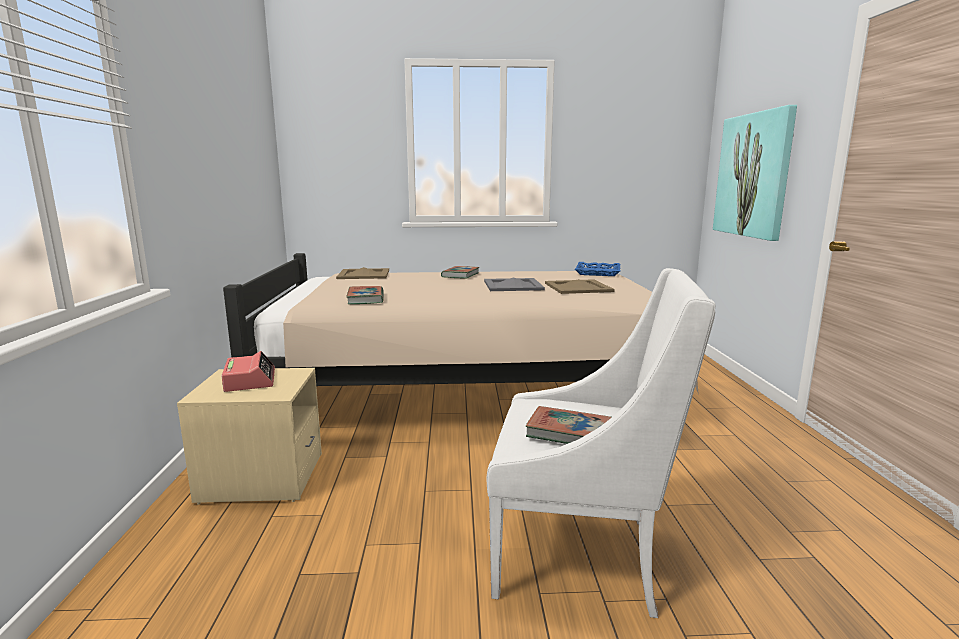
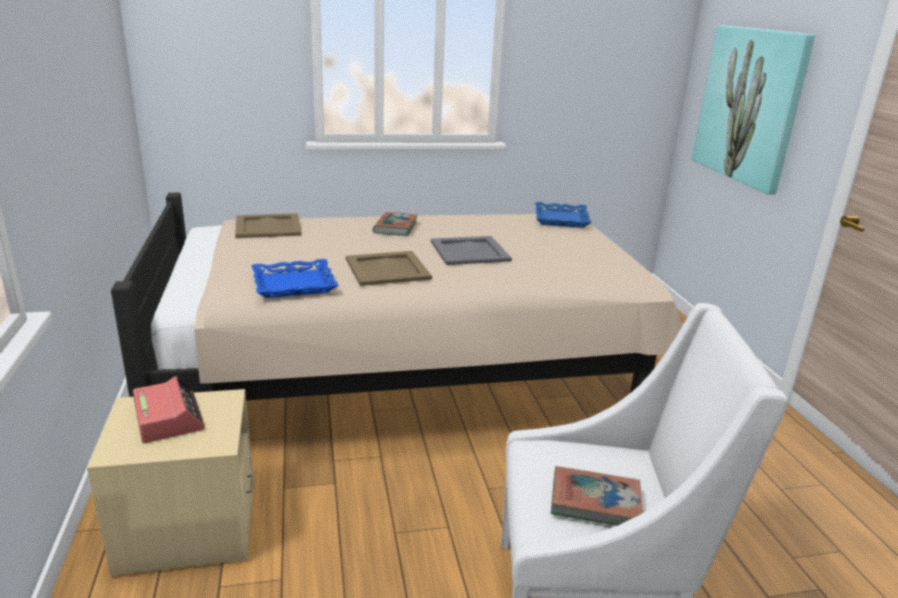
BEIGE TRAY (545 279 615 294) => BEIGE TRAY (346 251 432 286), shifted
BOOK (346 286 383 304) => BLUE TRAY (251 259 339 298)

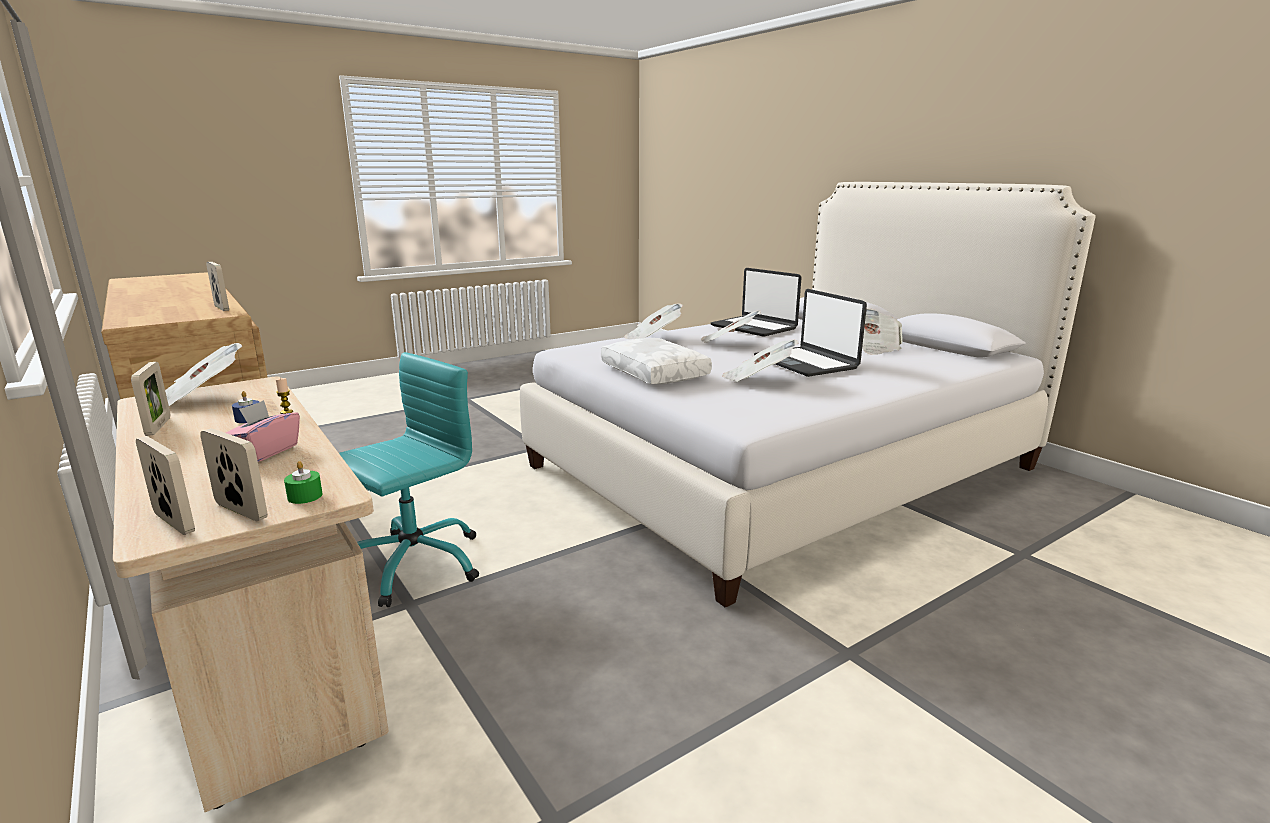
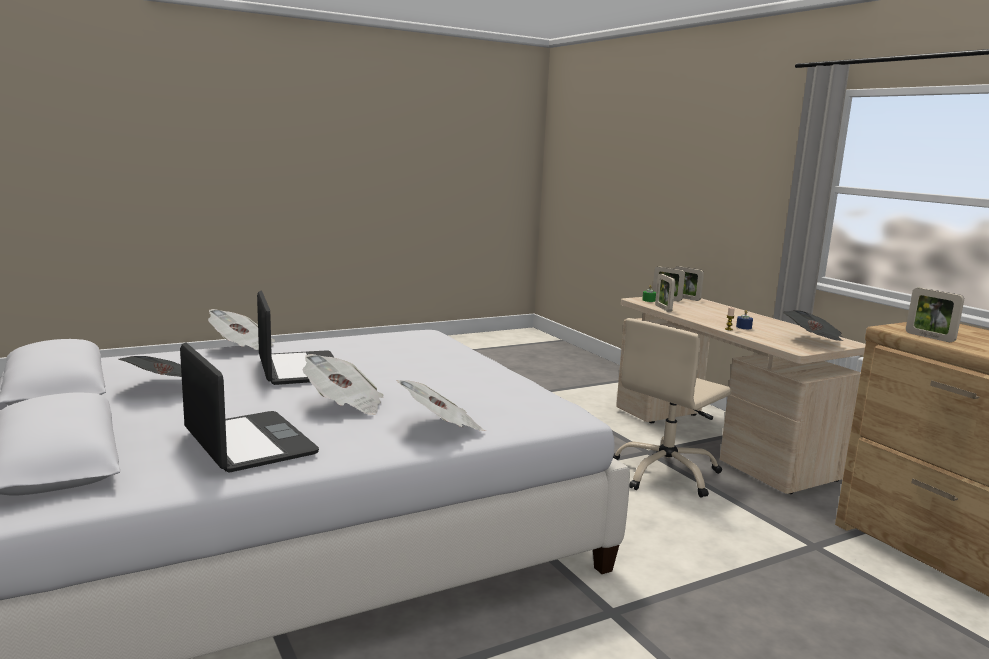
PINK TISSUE BOX (226 400 300 462) => nothing
WHITE PILLOW (601 338 712 384) => nothing
PICTURE FRAME (131 362 170 436) => PICTURE FRAME (655 274 675 312), shifted
NEWSPAPER (722 340 799 382) => NEWSPAPER (208 309 275 351), shifted
TURQUOISE OFFICE CHAIR (339 352 479 607) => BEIGE OFFICE CHAIR (613 318 732 498)

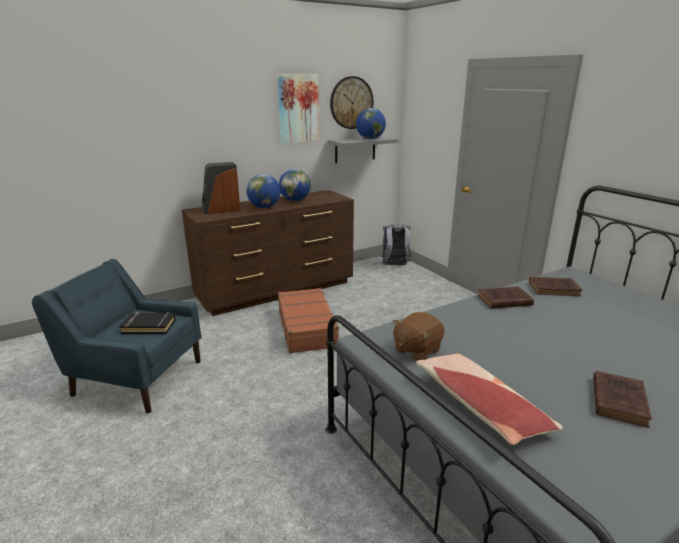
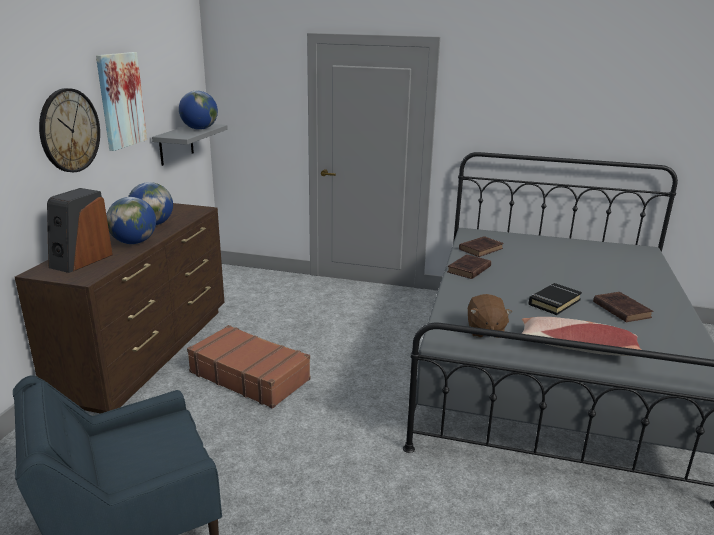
GREY BACKPACK (380 224 412 265) => nothing
BLACK BOOK (119 312 176 334) => BLACK BOOK (529 283 582 315), shifted
WALL CLOCK (330 76 374 129) => WALL CLOCK (39 88 100 172), shifted

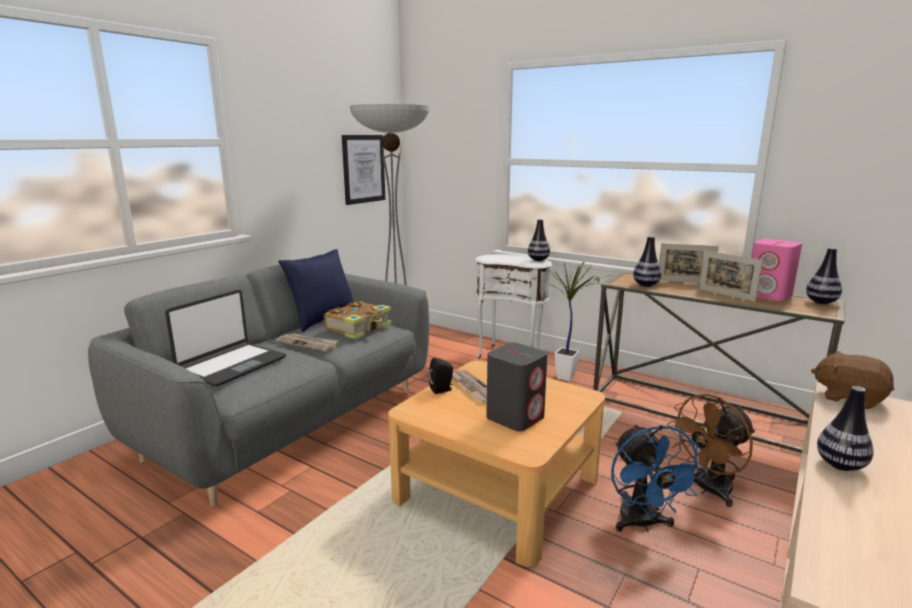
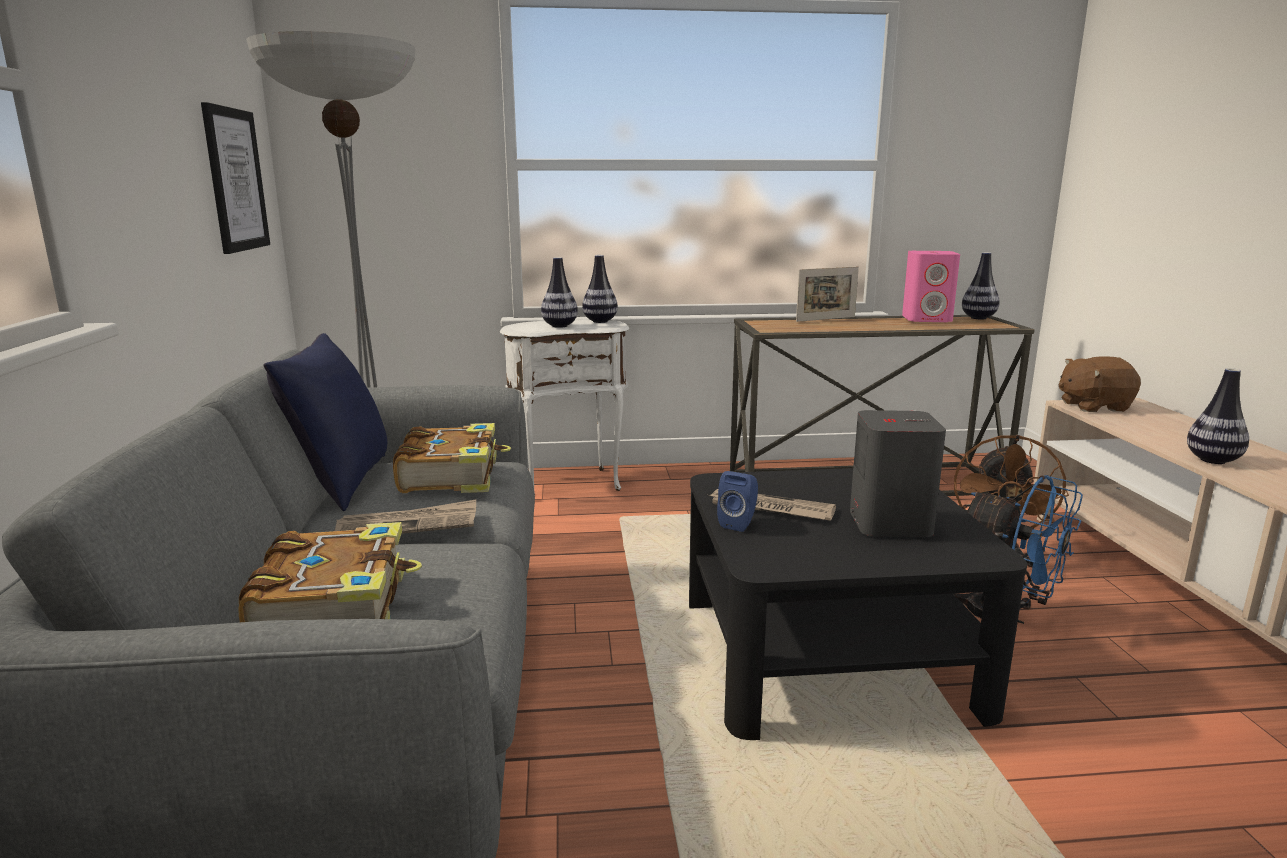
POTTED PLANT (532 261 611 381) => nothing
PICTURE FRAME (699 250 763 302) => nothing
VASE (633 236 661 287) => VASE (541 257 578 328), shifted
LAPTOP (165 290 286 386) => BOOK (238 522 422 622)
BEIGE COFFEE TABLE (388 361 605 567) => BLACK COFFEE TABLE (689 468 1027 740)
BLACK SPEAKER (429 358 453 394) => BLUE SPEAKER (717 471 758 532)

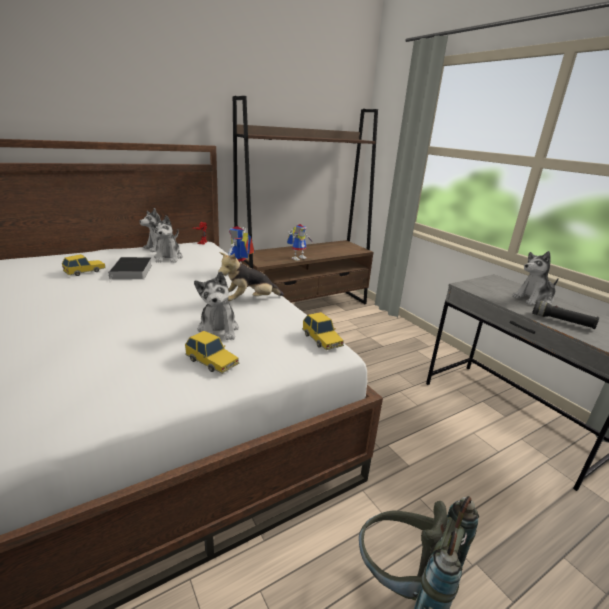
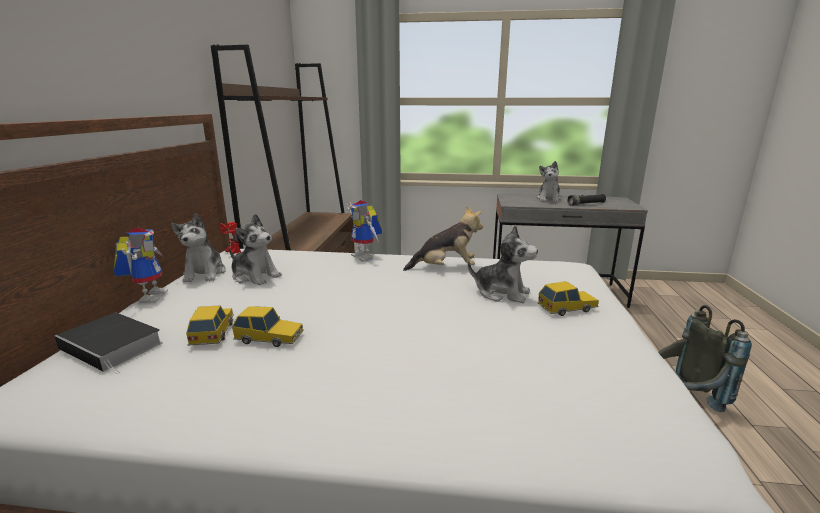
BOOK (108 257 152 283) => BOOK (54 313 163 374), shifted
TOY ROBOT (287 224 312 261) => TOY ROBOT (114 228 168 303), shifted
TOY CAR (302 312 344 350) => TOY CAR (232 306 304 347), shifted
PLUSH TOY (218 252 284 301) => PLUSH TOY (403 206 483 271), 105 degrees counterclockwise

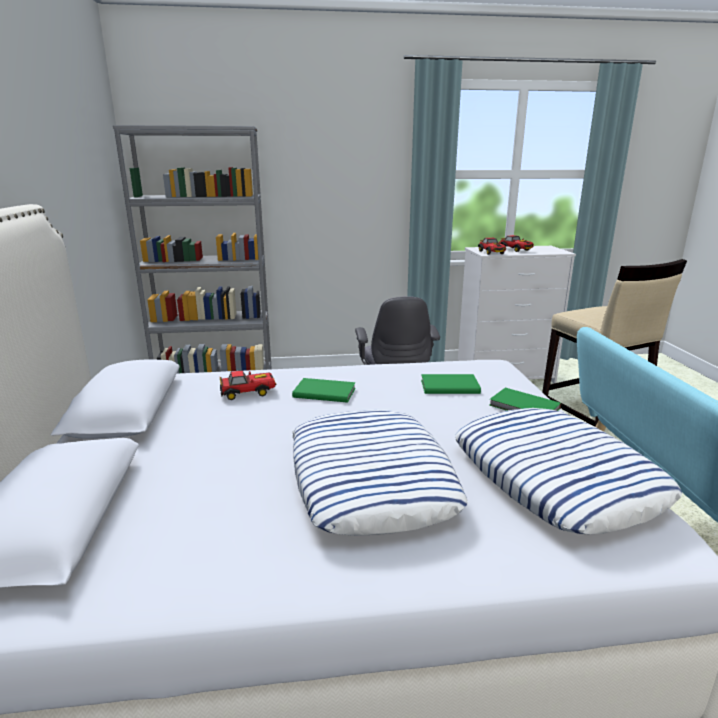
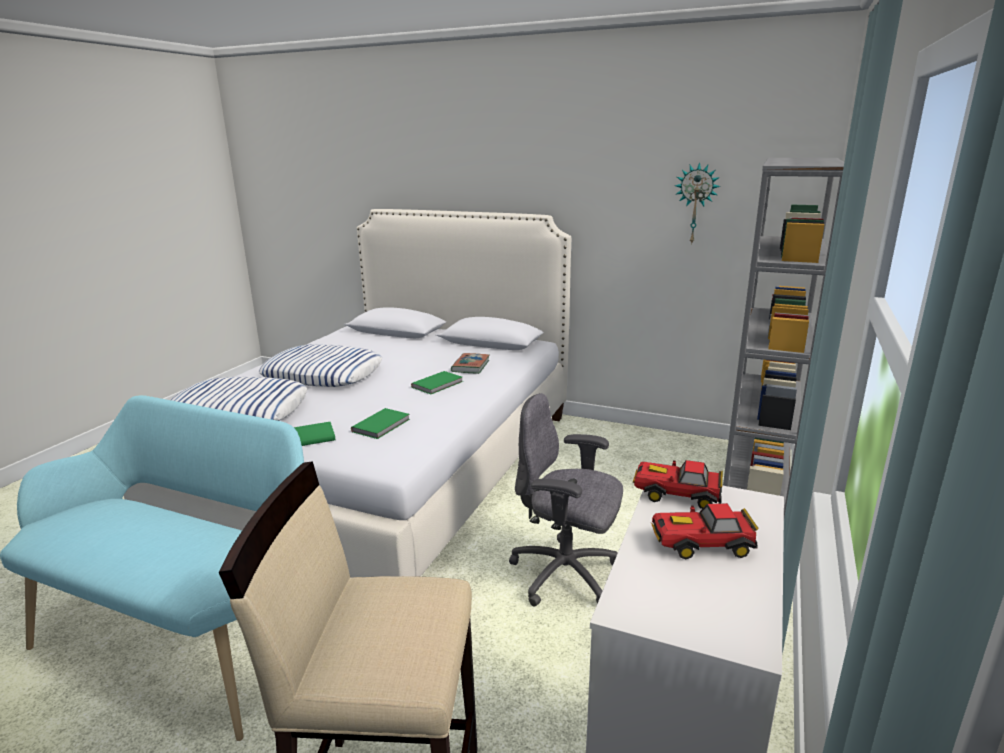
nothing => WALL CLOCK (675 162 720 245)
TOY CAR (220 370 276 400) => BOOK (451 353 490 374)

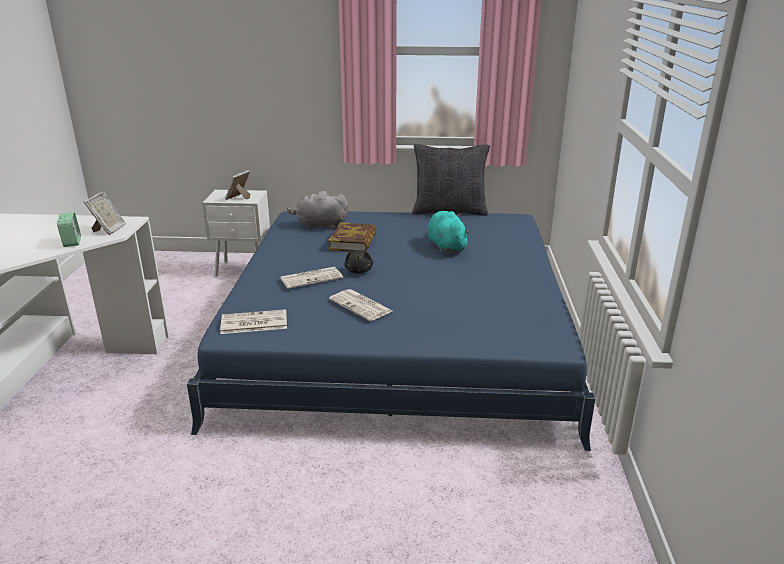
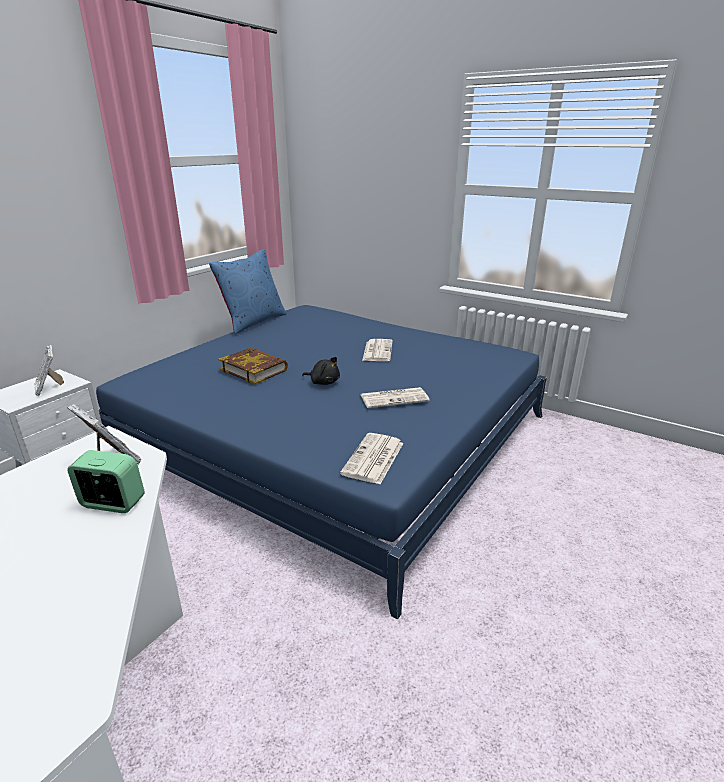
GREY PLUSH TOY (287 191 348 229) => nothing
TURQUOISE PLUSH TOY (428 211 470 253) => nothing
NEWSPAPER (280 267 343 289) => NEWSPAPER (362 339 393 361), shifted
BLACK PILLOW (412 144 490 216) => BLUE PILLOW (209 250 286 334)

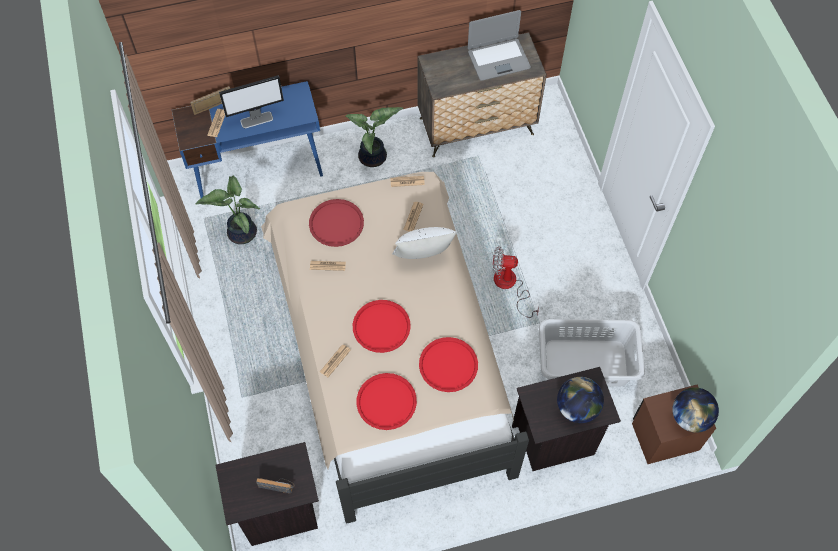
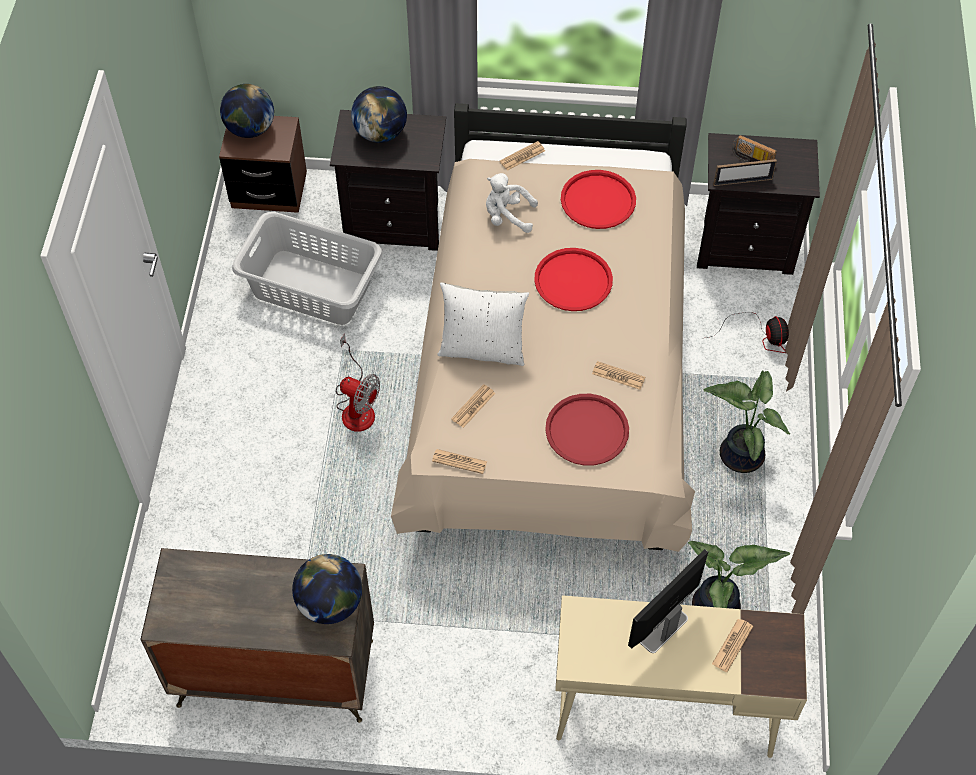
LAPTOP (468 10 531 81) => nothing
nothing => GLOBE (292 554 362 624)
nothing => FAN (706 312 789 353)
PICTURE FRAME (190 86 230 115) => PICTURE FRAME (713 159 777 186), shifted
NEWSPAPER (320 344 351 377) => NEWSPAPER (500 141 545 171), shifted
POTTED PLANT (346 107 403 167) => POTTED PLANT (704 370 790 473), shifted
RED TRAY (419 337 478 392) => WHITE PLUSH TOY (486 173 538 233)
BLUE DESK (172 81 323 198) => BEIGE DESK (555 595 807 758)
MONITOR (219 75 284 128) => MONITOR (628 549 708 653), 45 degrees counterclockwise

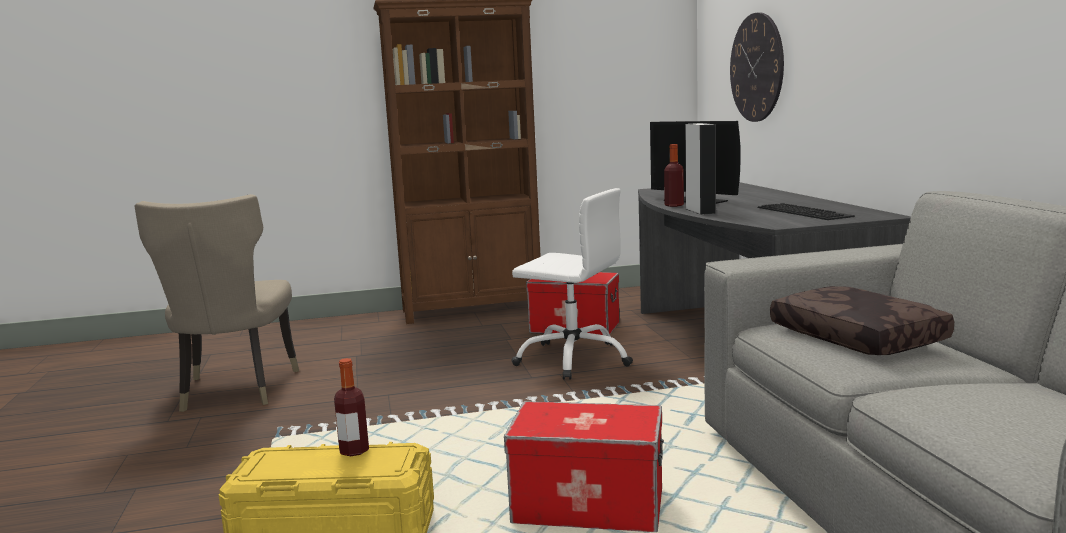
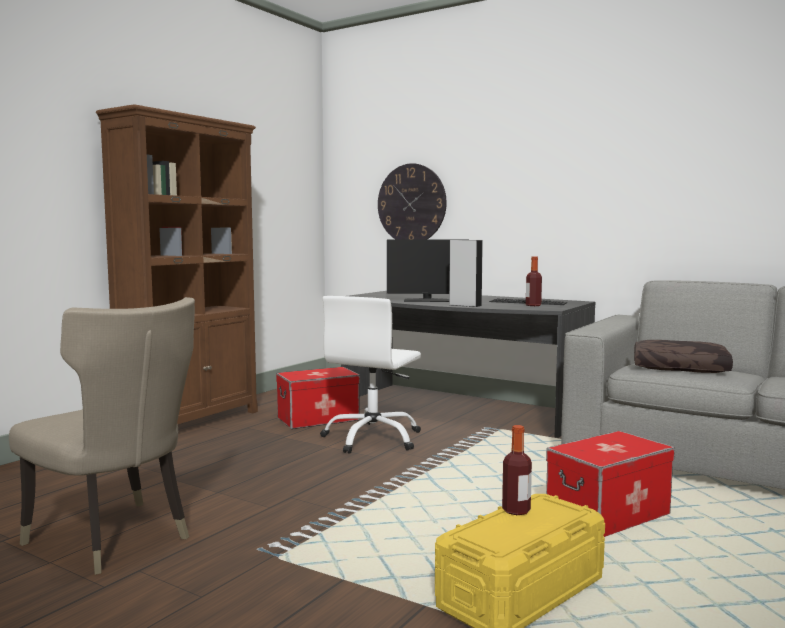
BOTTLE (664 144 684 207) => BOTTLE (526 257 542 306), shifted
WHITE OFFICE CHAIR (511 188 633 380) => WHITE OFFICE CHAIR (320 296 421 454), 135 degrees clockwise

